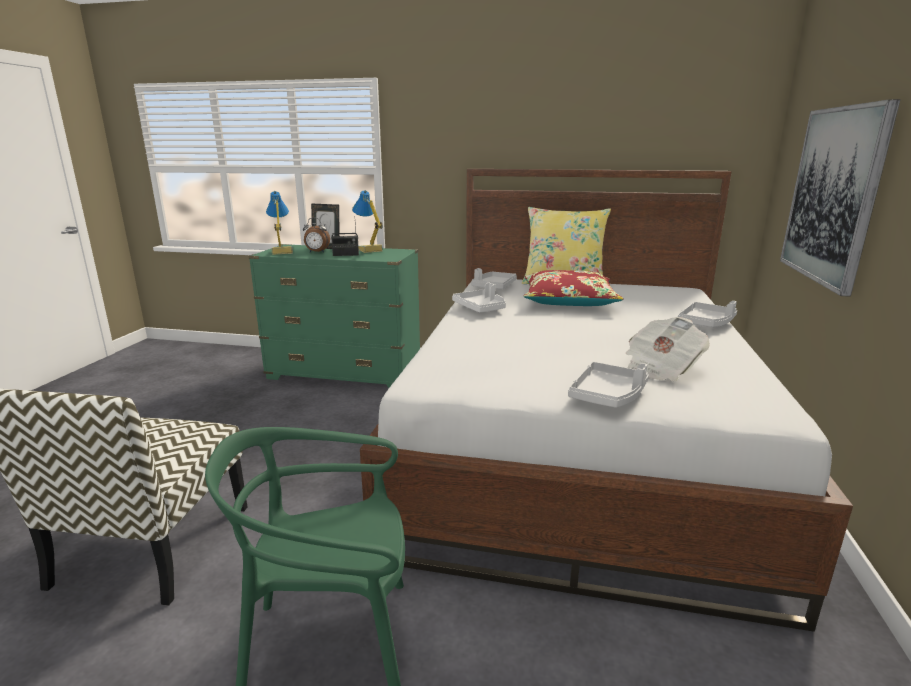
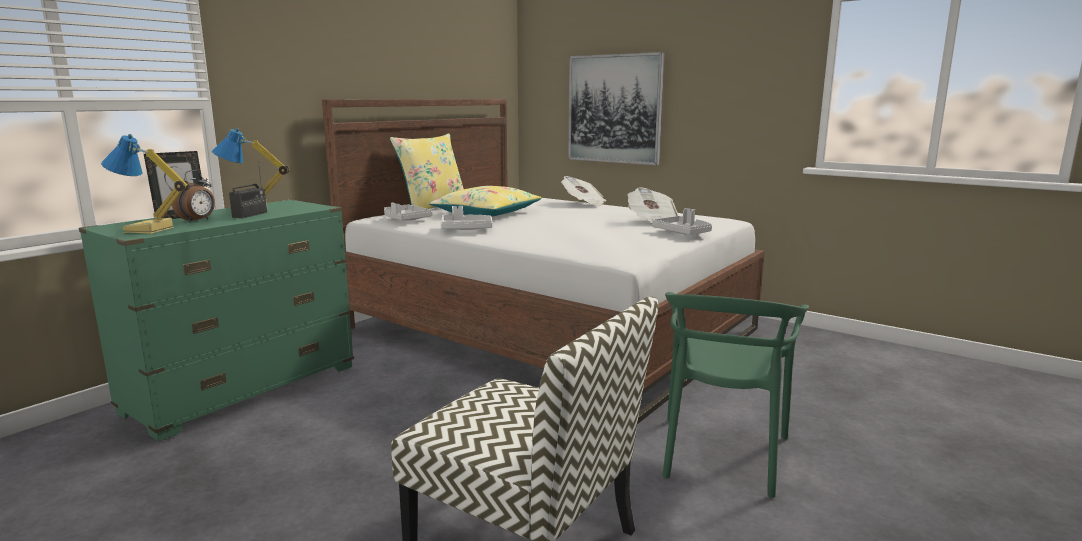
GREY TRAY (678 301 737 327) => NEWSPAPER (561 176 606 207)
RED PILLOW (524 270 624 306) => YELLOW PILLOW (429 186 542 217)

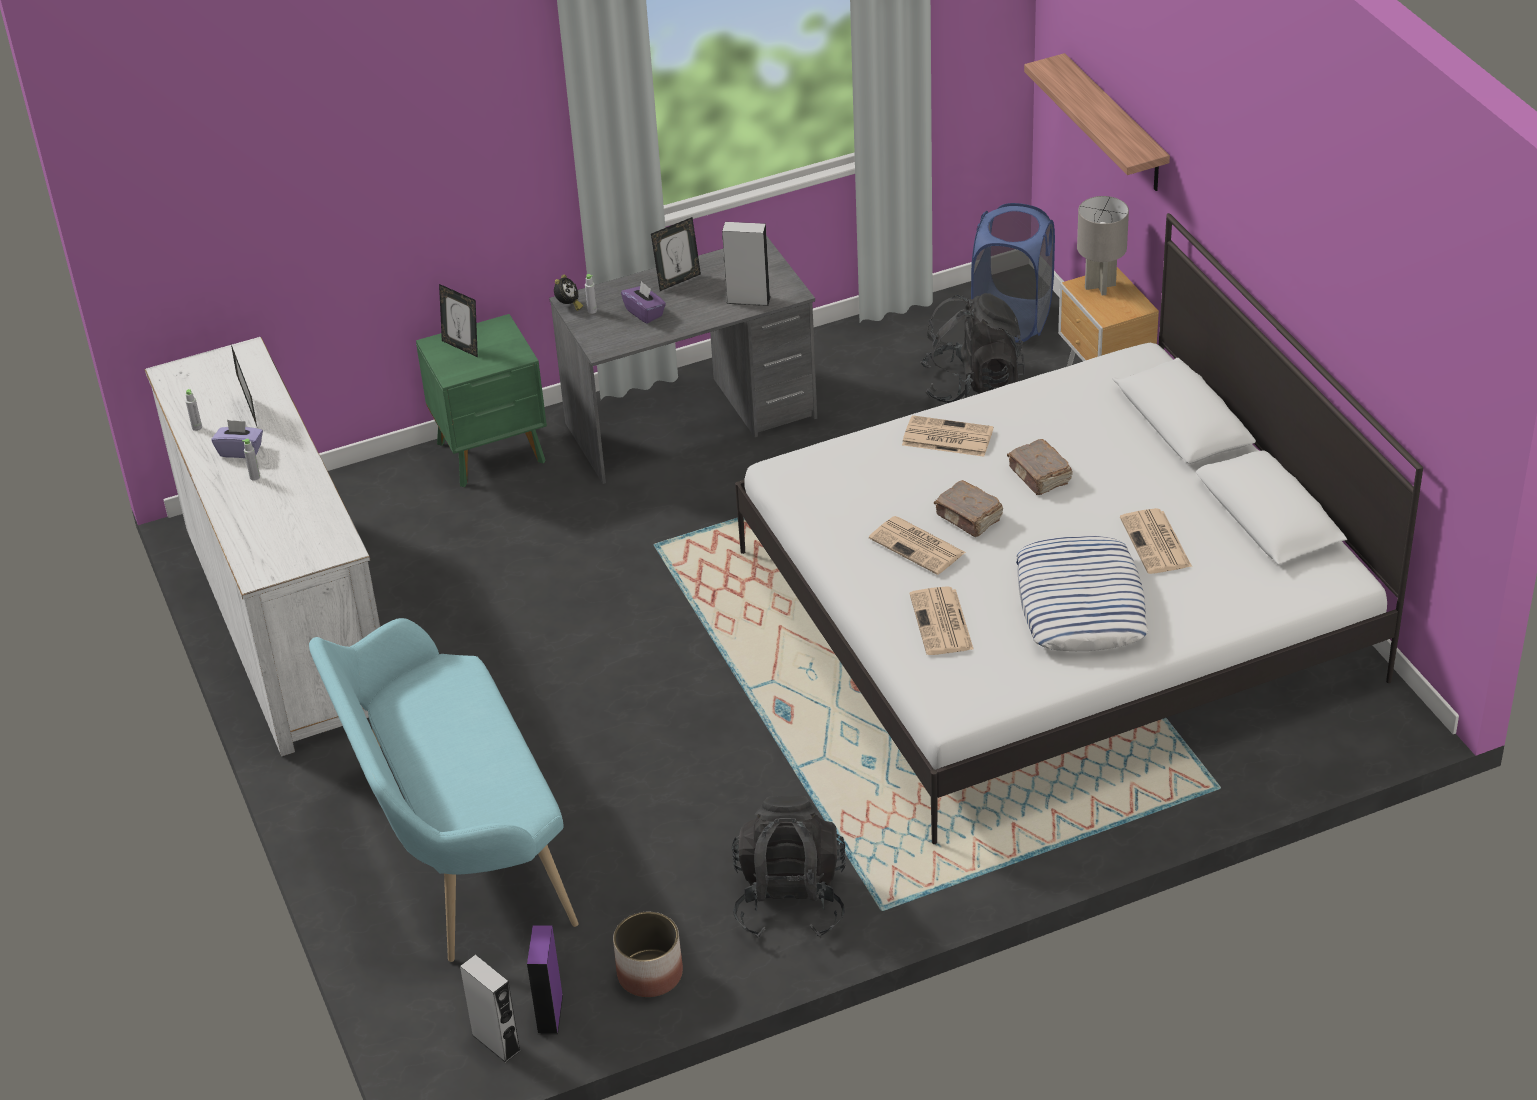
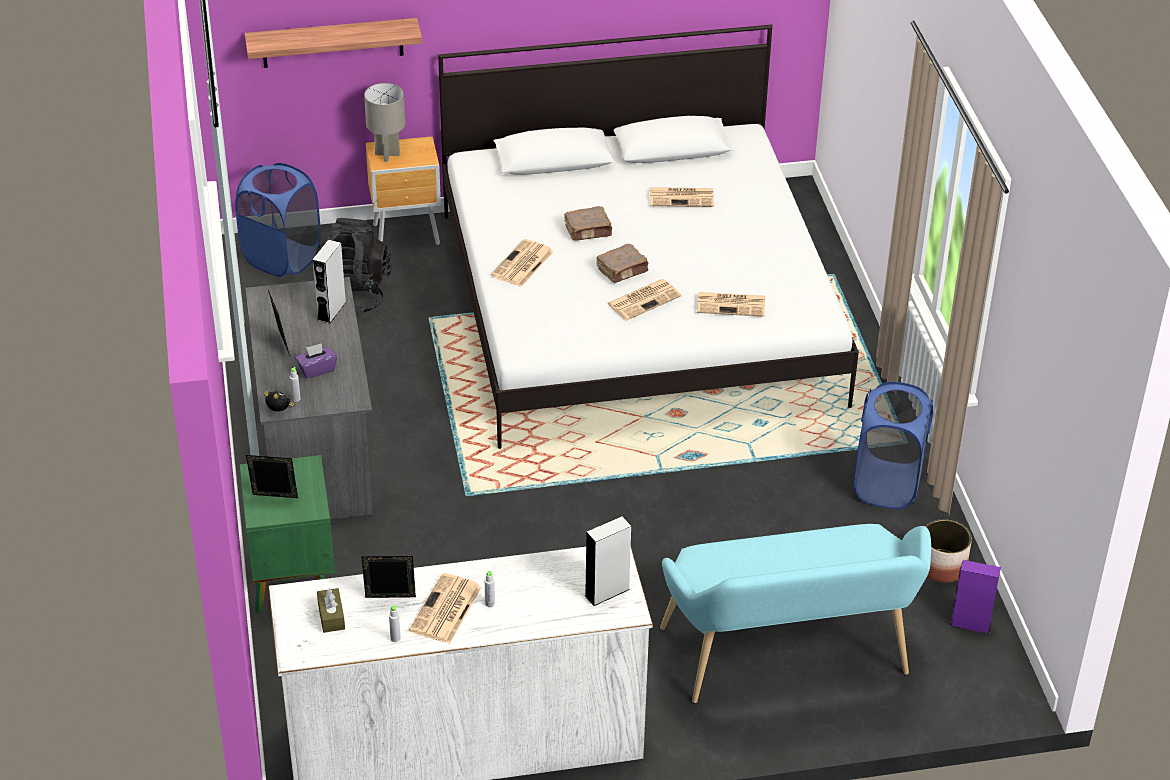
PILLOW (1016 536 1148 651) => nothing
nothing => BROWN TISSUE BOX (317 588 345 633)
GREY SPEAKER (460 955 521 1063) => GREY SPEAKER (585 516 631 606), shifted
PURPLE TISSUE BOX (212 420 263 458) => NEWSPAPER (409 573 482 644)
BLACK BACKPACK (732 796 846 938) => BLUE LAUNDRY BASKET (854 382 933 509)
PICTURE FRAME (439 284 478 357) => PICTURE FRAME (246 455 298 498), 135 degrees counterclockwise

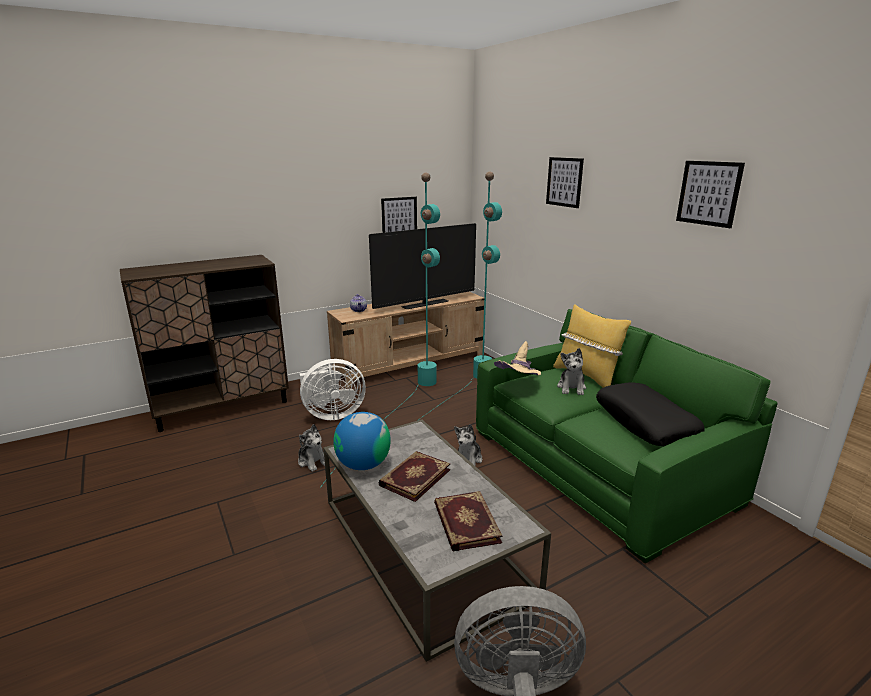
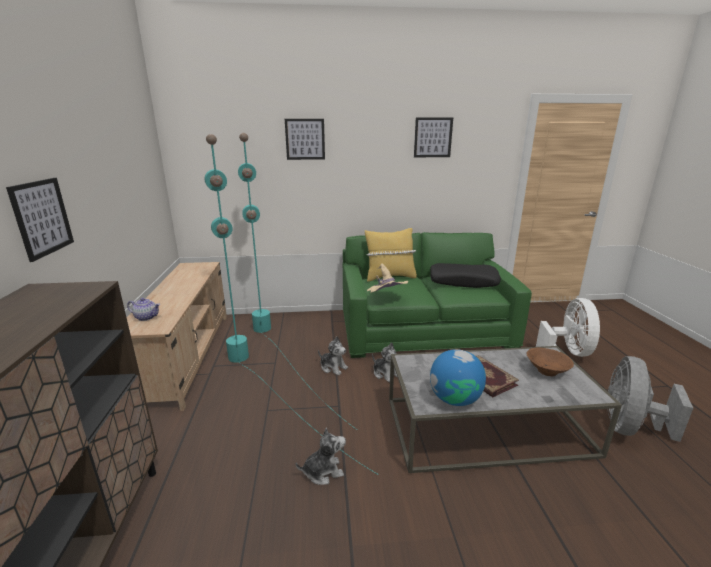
TELEVISION (369 223 476 309) => nothing
WHITE FAN (300 359 366 420) => WHITE FAN (536 298 600 357), shifted
PICTURE (381 197 417 233) => PICTURE (6 178 74 262), shifted
PLUSH TOY (557 348 586 395) => PLUSH TOY (318 336 348 375), shifted
BOOK (434 491 503 551) => BROWN BOWL (526 347 574 377)

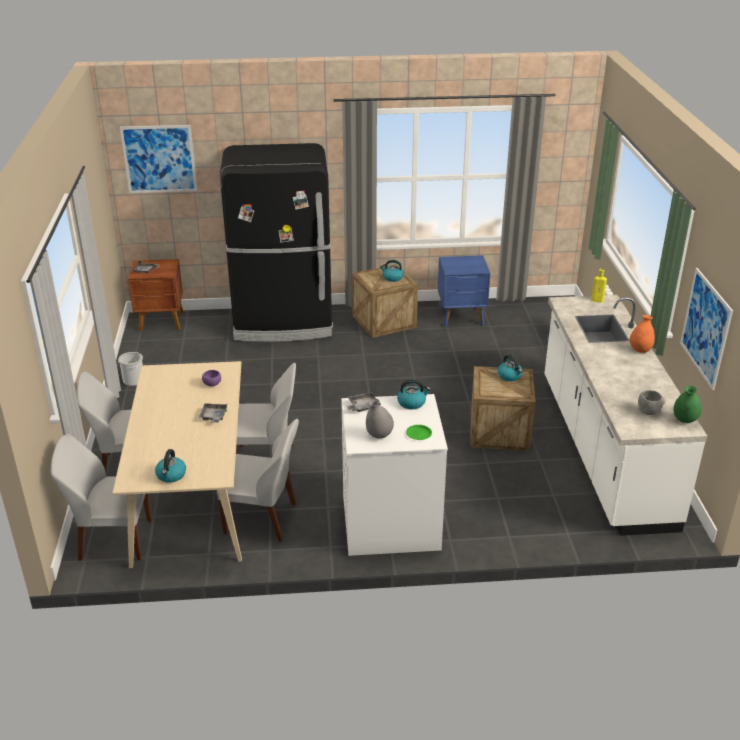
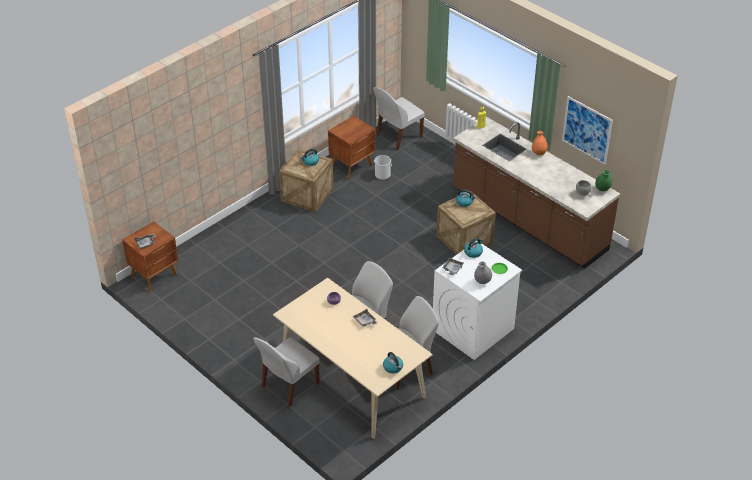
PICTURE (120 125 197 193) => nothing
BLACK FRIDGE (220 143 333 342) => nothing
WHITE CHAIR (51 434 152 560) => WHITE CHAIR (373 87 425 150), shifted
BUCKET (118 352 143 386) => BUCKET (374 155 392 180), shifted
BLUE NIGHTSTAND (438 255 491 327) => BROWN NIGHTSTAND (328 116 375 179)
WHITE COUNTER (544 295 707 536) => BROWN COUNTER (453 117 620 269)

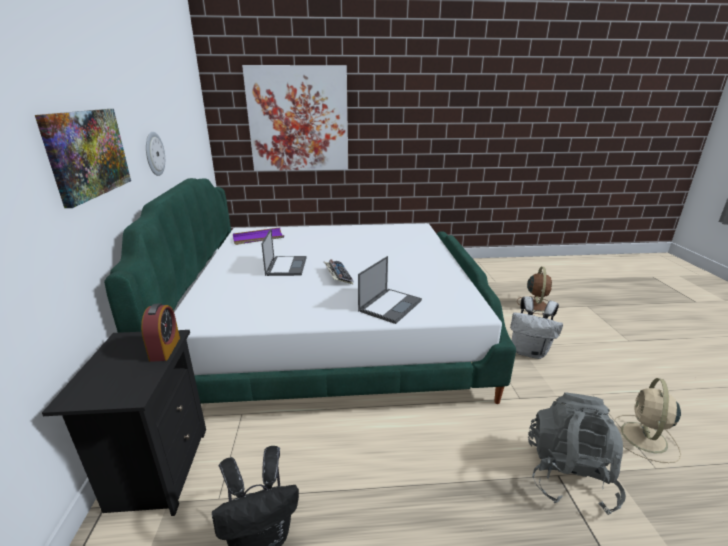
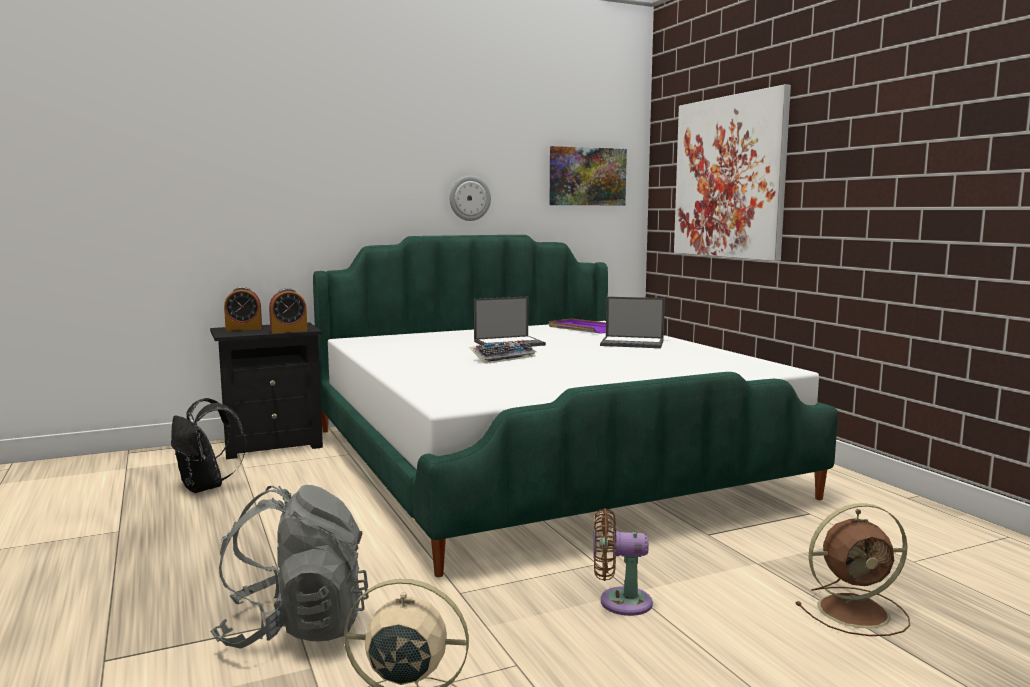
nothing => ALARM CLOCK (224 287 262 331)
PICTURE (35 109 131 208) => PICTURE (550 146 627 205), shifted
LAPTOP (358 256 422 324) => LAPTOP (600 297 665 348), shifted
WHITE BACKPACK (510 297 563 359) => BROWN FAN (593 508 653 616)

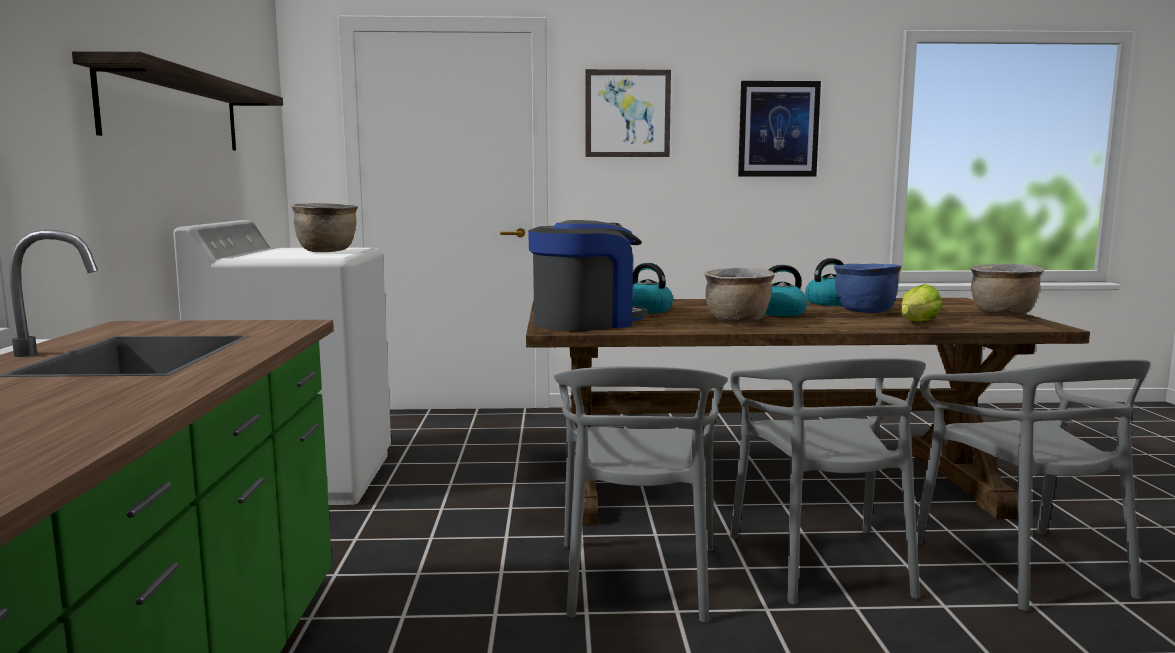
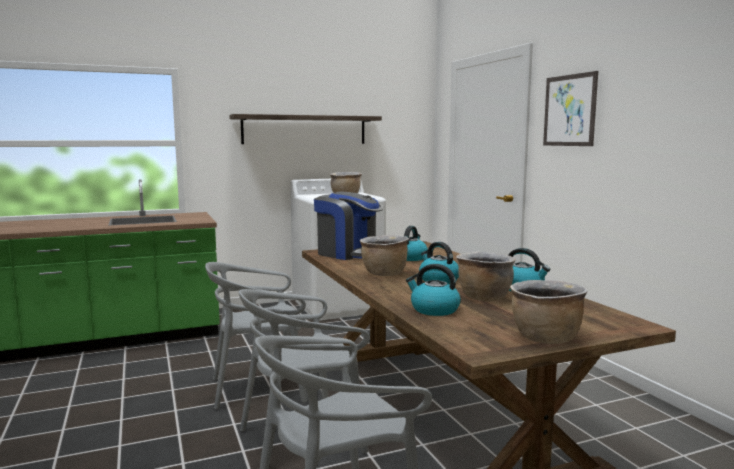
PICTURE (738 81 821 176) => nothing
LETTUCE (901 284 942 322) => KETTLE (406 264 461 316)
BLUE COOKING POT (834 263 902 313) => BROWN COOKING POT (456 252 516 301)

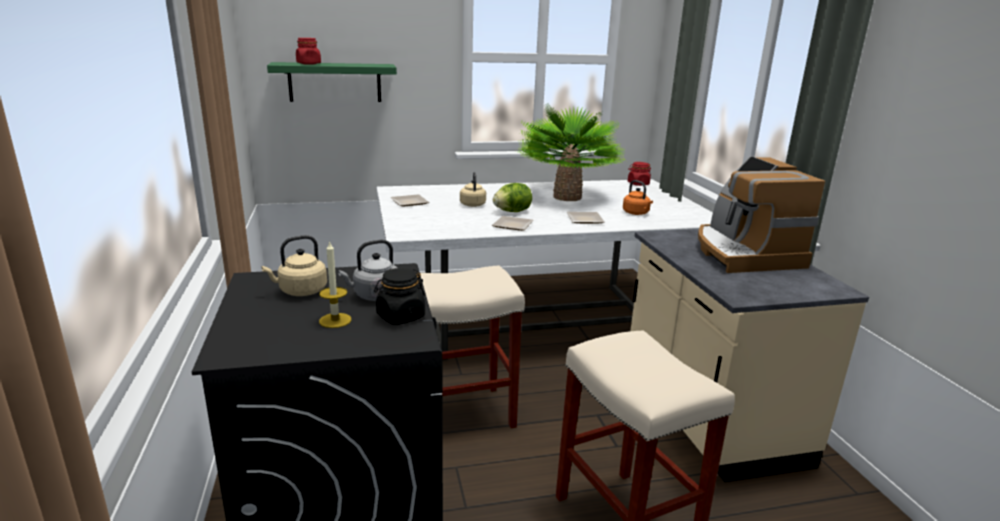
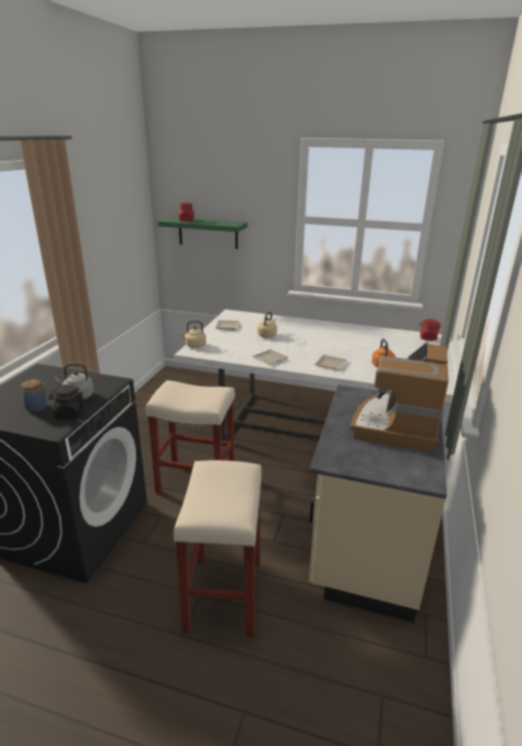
LETTUCE (493 183 532 212) => nothing
POTTED PLANT (519 103 625 201) => nothing
BEIGE KETTLE (261 235 327 296) => BEIGE KETTLE (179 321 206 348), shifted
CANDLE (319 240 351 328) => JAR (21 379 48 412)

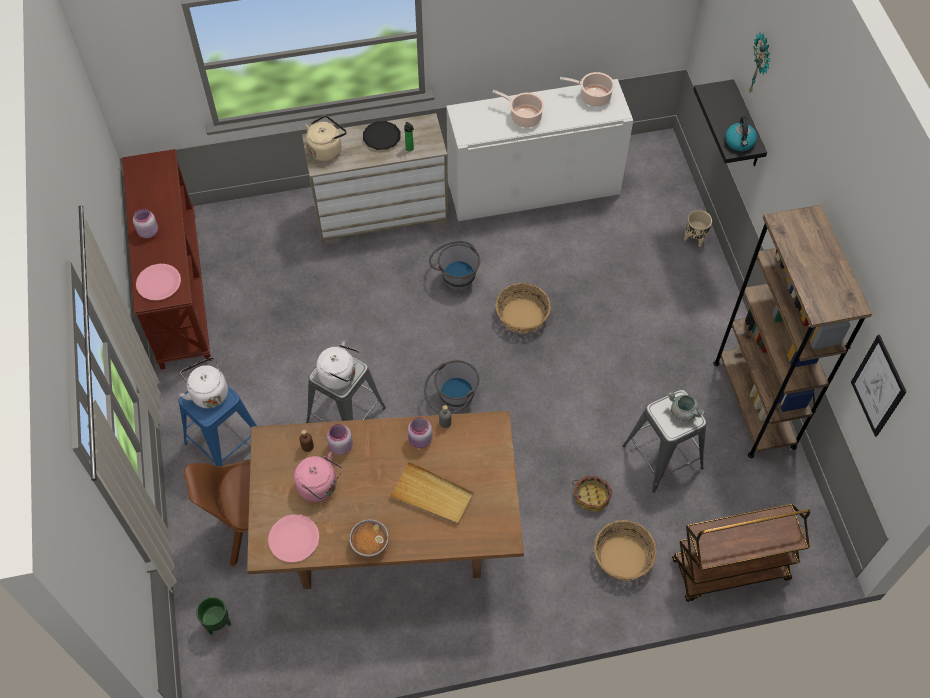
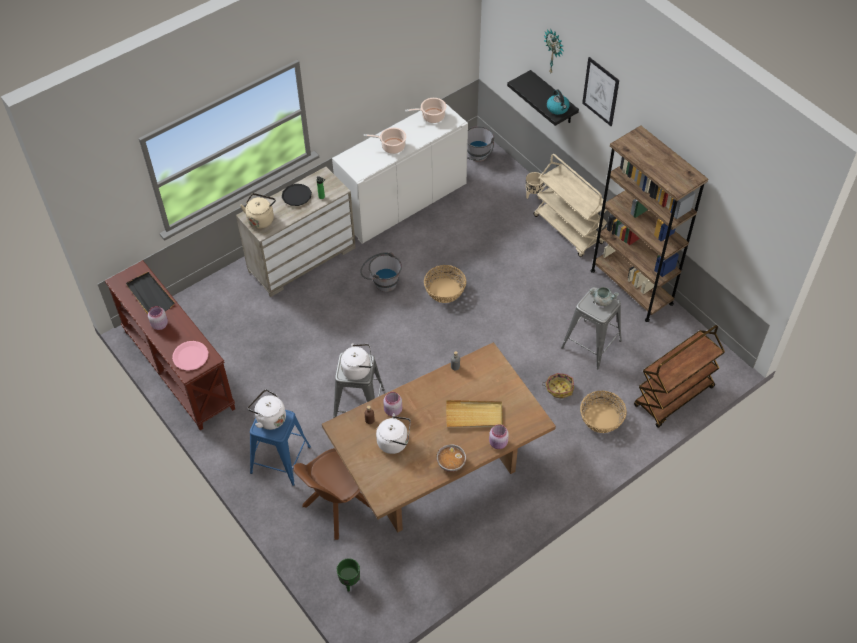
PINK PLATE (268 514 319 563) => nothing
nothing => BLACK TRAY (126 272 175 315)
nothing => BEIGE CART (533 154 607 257)
PINK JAR (408 417 432 448) => PINK JAR (489 424 509 449), shifted
GREY BUCKET (424 360 480 414) => GREY BUCKET (467 126 494 162), shifted
PICTURE (851 335 907 437) => PICTURE (582 57 619 126), shifted
PINK KETTLE (294 452 343 502) => WHITE KETTLE (376 413 411 454)

